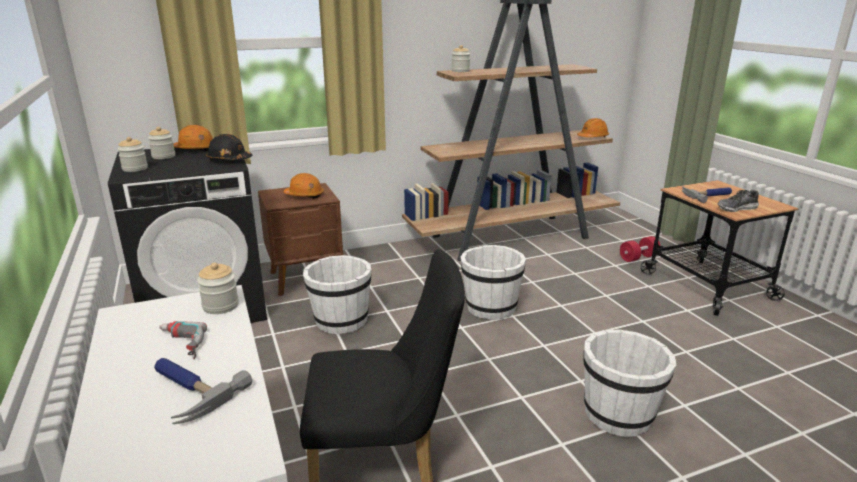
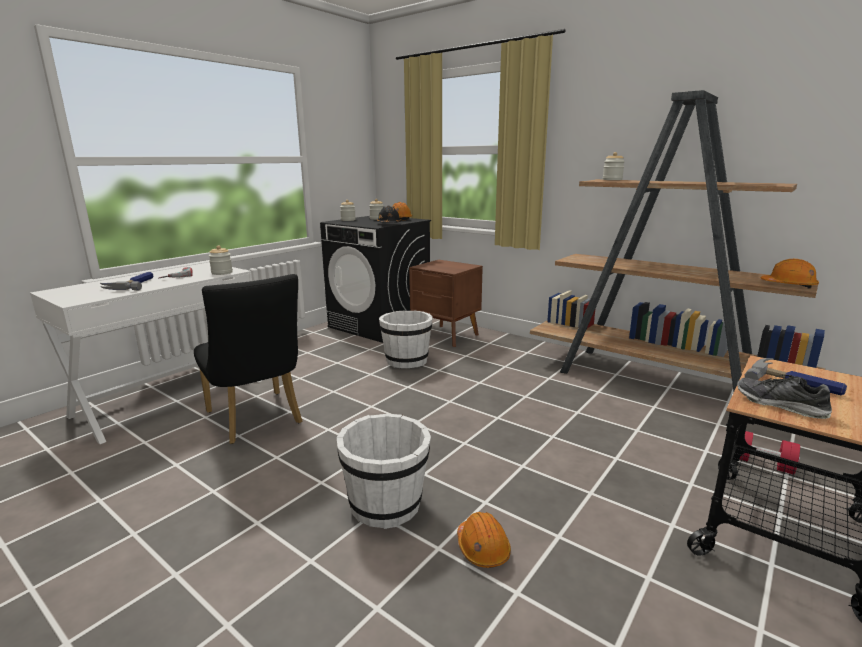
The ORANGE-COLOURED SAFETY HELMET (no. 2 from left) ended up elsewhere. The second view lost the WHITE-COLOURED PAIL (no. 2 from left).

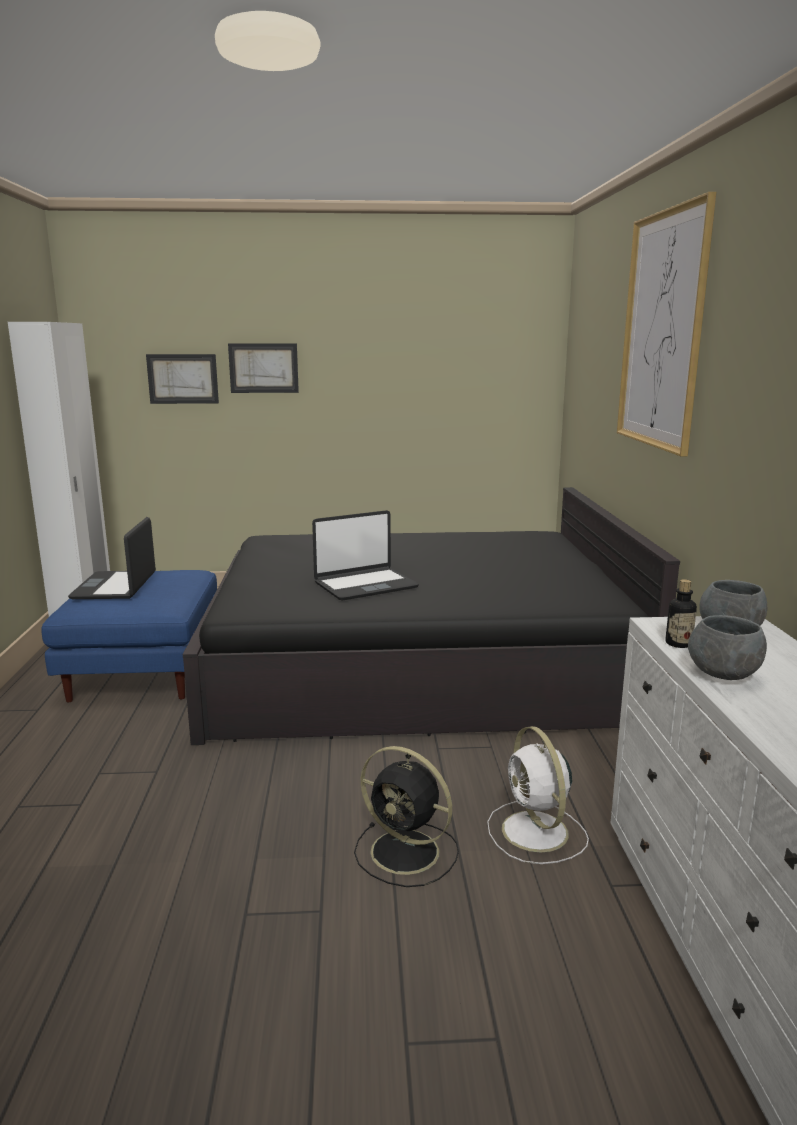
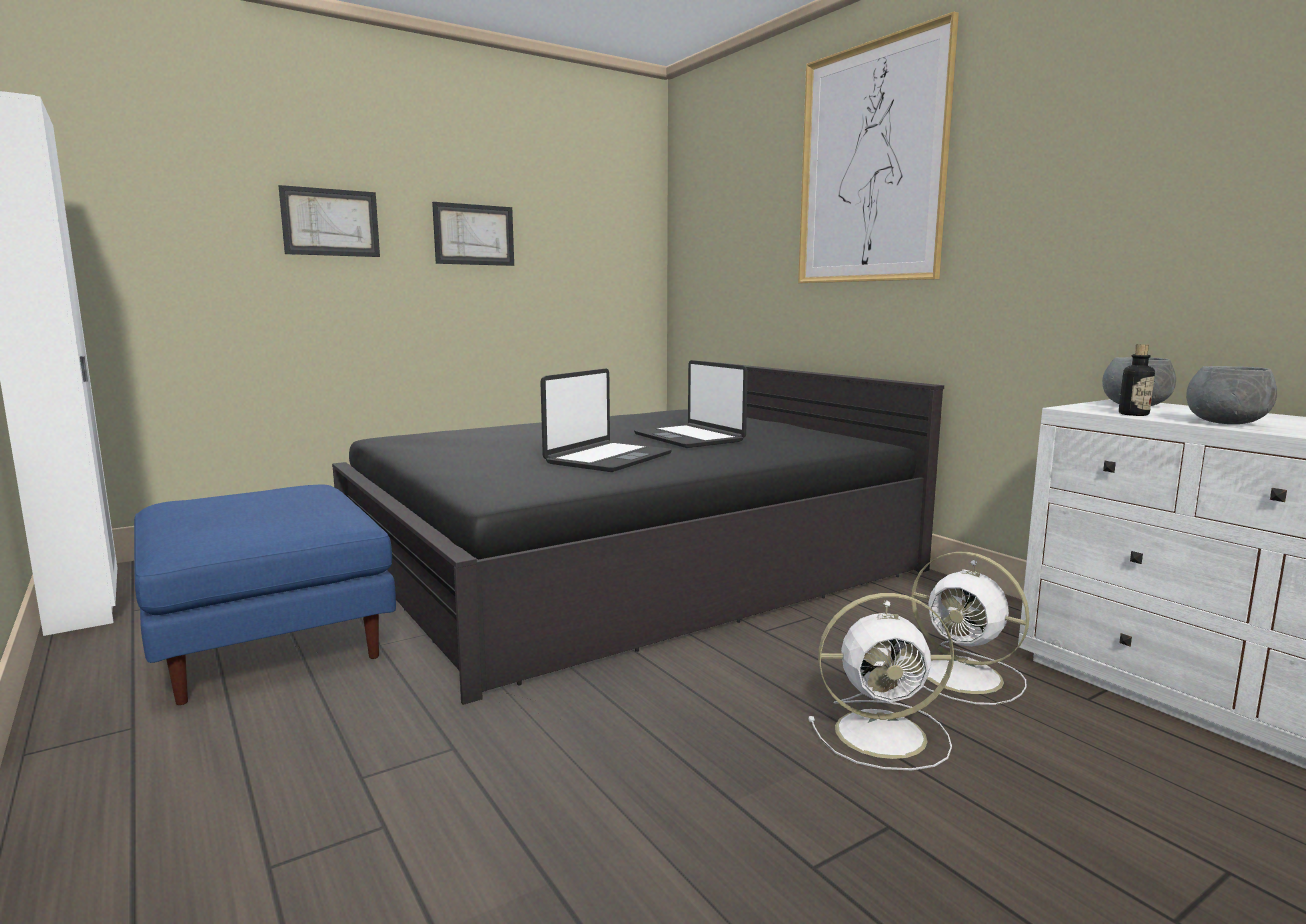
The WALL PICTURE (no. 1 from left in the first image) ended up elsewhere. The LAPTOP (no. 1 from left in the first image) ended up elsewhere. What was the BLACKISH COOLING FAN turned into the WHITE-COLOURED COOLING FAN (no. 1 from left).

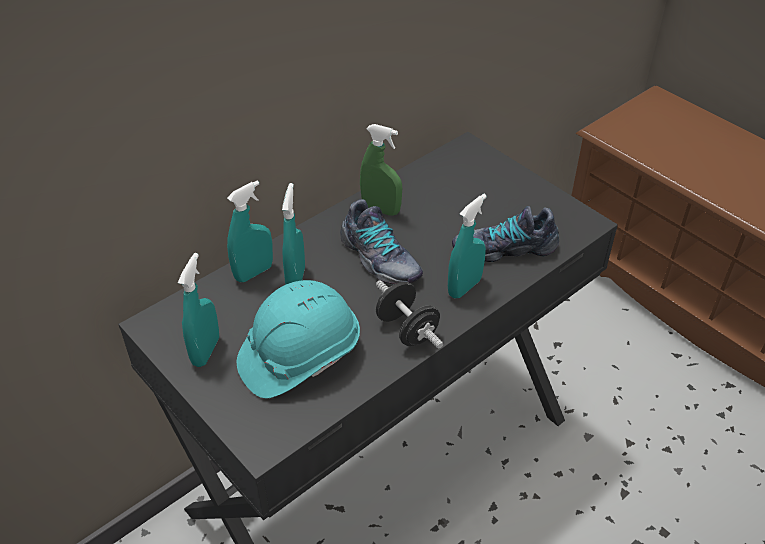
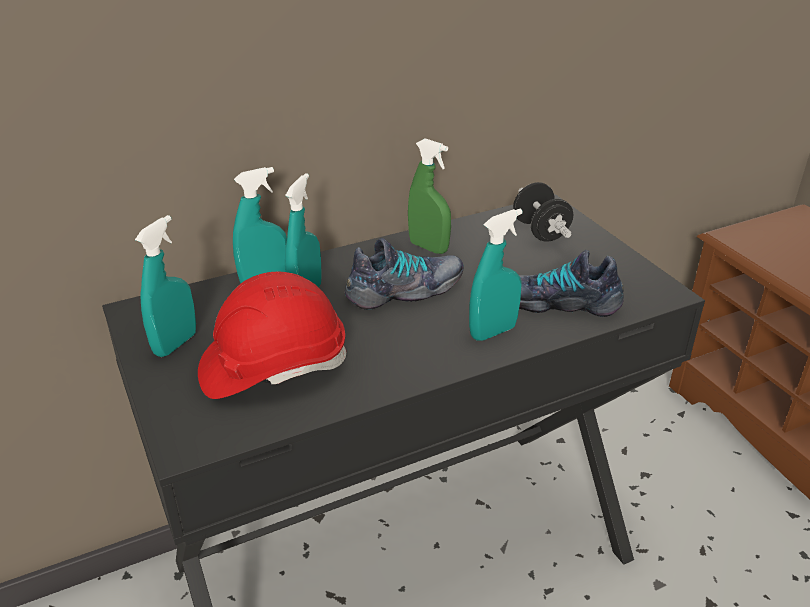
The LOW SHOE (no. 1 from left) ended up facing another way, 90 degrees counterclockwise from before. What was the BLUE-GREEN SAFETY HELMET turned into the RED-COLOURED SAFETY HELMET. The BLACKISH HAND WEIGHT ended up elsewhere.

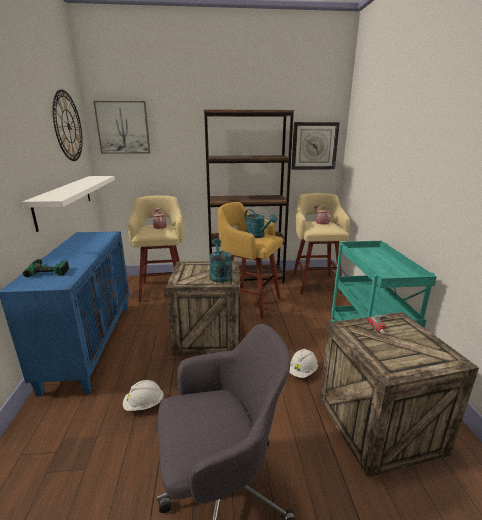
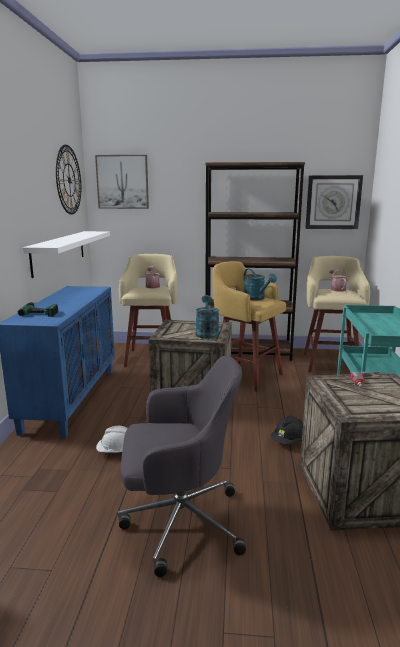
What was the WHITE-COLOURED SAFETY HELMET (no. 2 from left) turned into the BLACKISH SAFETY HELMET.

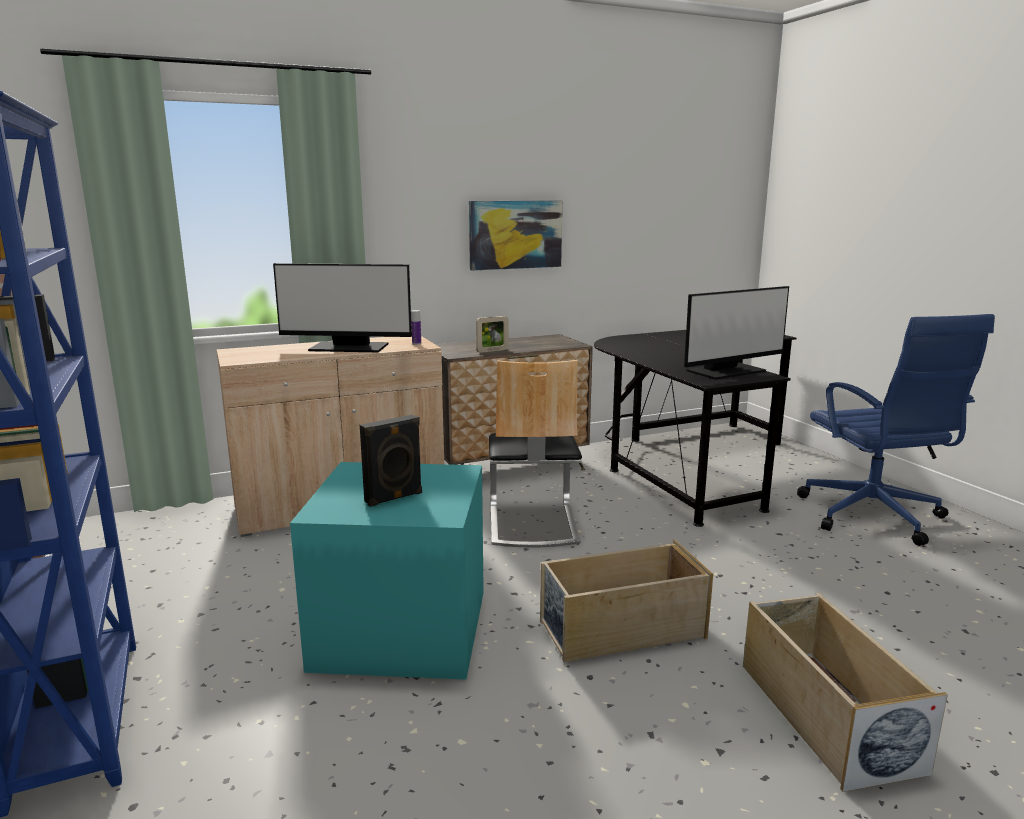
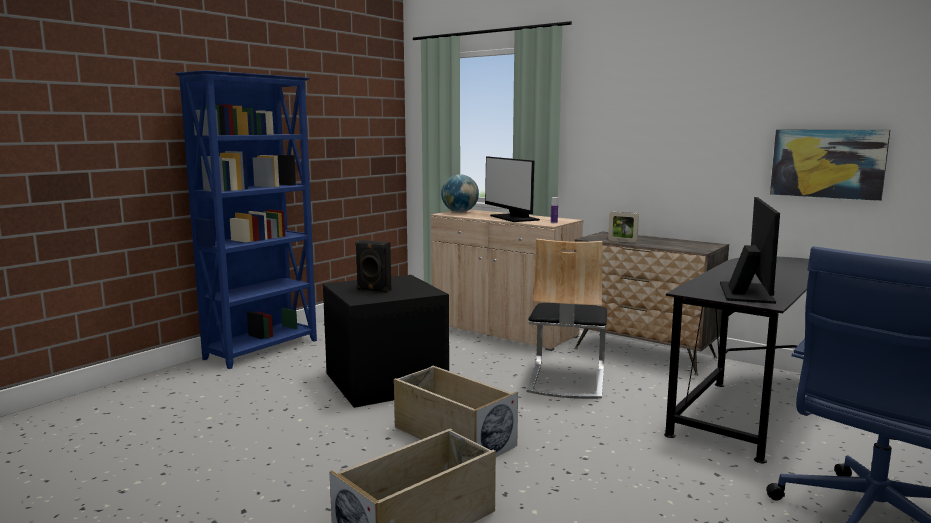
The WALL PICTURE ended up elsewhere. The COMPUTER DISPLAY (no. 2 from left) ended up facing another way, 105 degrees counterclockwise from before. The UPRIGHT CHAIR ended up facing another way, 45 degrees counterclockwise from before. What was the BLUE-GREEN STORAGE CONTAINER turned into the BLACKISH STORAGE CONTAINER. The second view gained the DESK GLOBE.

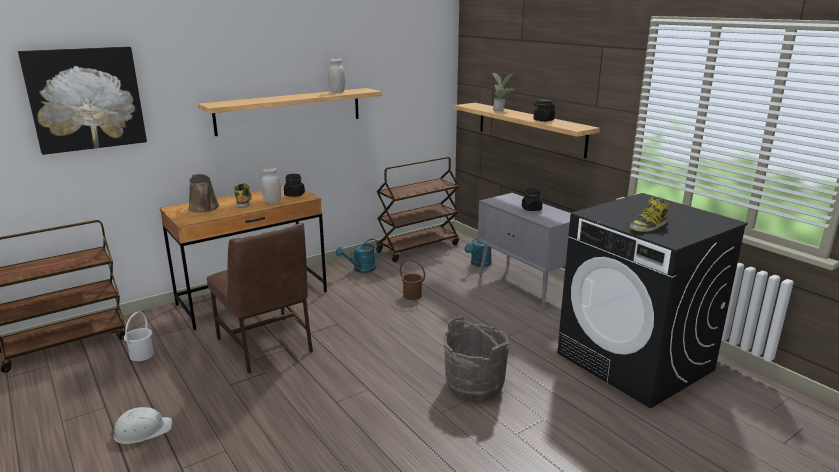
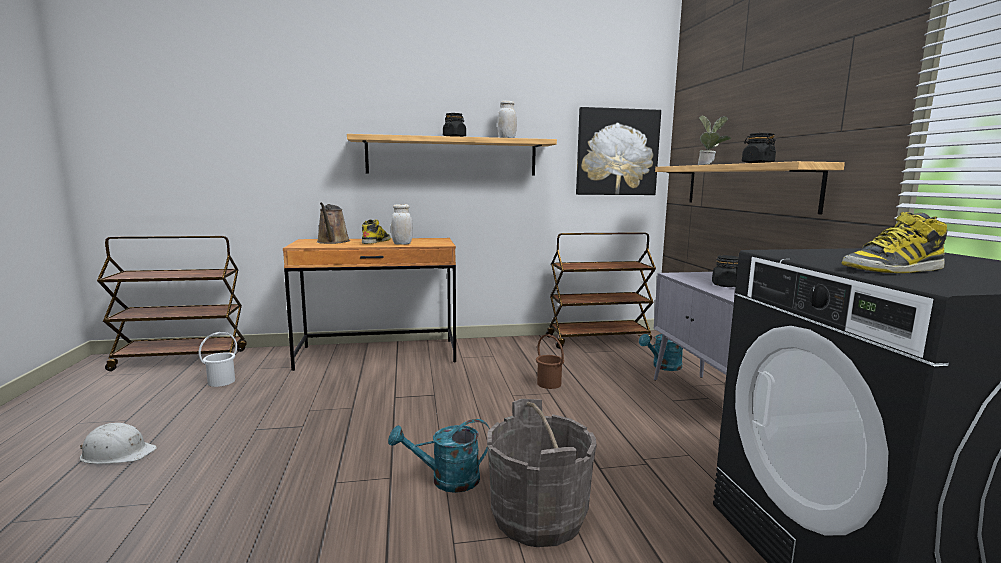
The WALL PICTURE ended up elsewhere. The BLACKISH PRESERVE JAR (no. 1 from left) ended up elsewhere. The second view lost the BROWN-COLOURED UPRIGHT CHAIR. The BLUE-GREEN SPRINKLING CAN (no. 1 from left) ended up elsewhere.

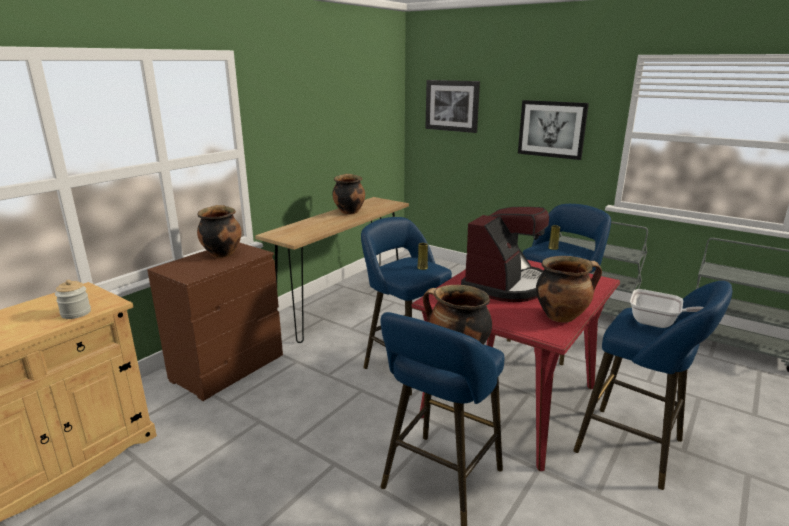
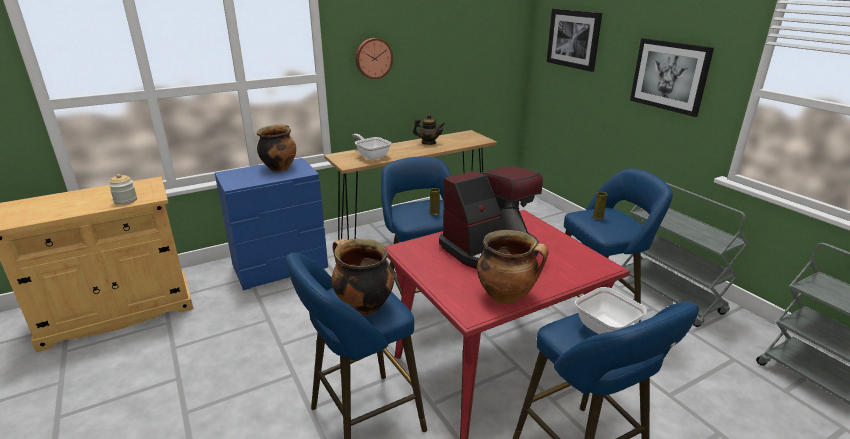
Where the COOKING POT (no. 2 from left) stood, the TEA POT came to stand. What was the BROWN-COLOURED DRESSER turned into the BLUE-COLOURED DRESSER. The second view gained the WALL CLOCK. The second view gained the FRYING PAN (no. 1 from left).

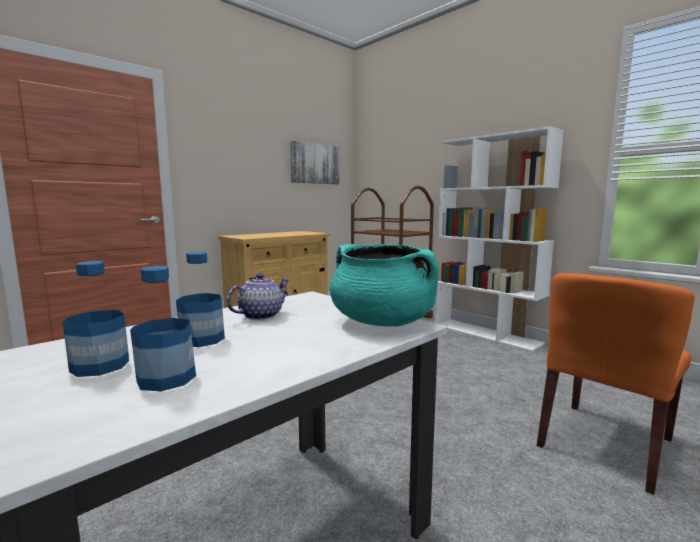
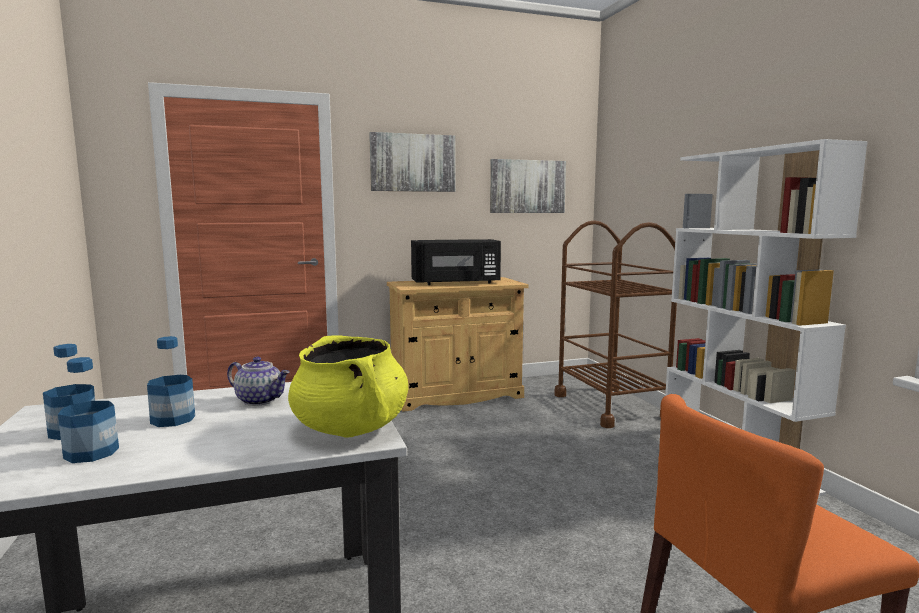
What was the BLUE-GREEN COOKING POT turned into the YELLOW COOKING POT. The TEA POT ended up facing another way, 45 degrees clockwise from before. The second view gained the WALL PICTURE (no. 1 from left). The second view gained the BLACKISH MICROWAVE.

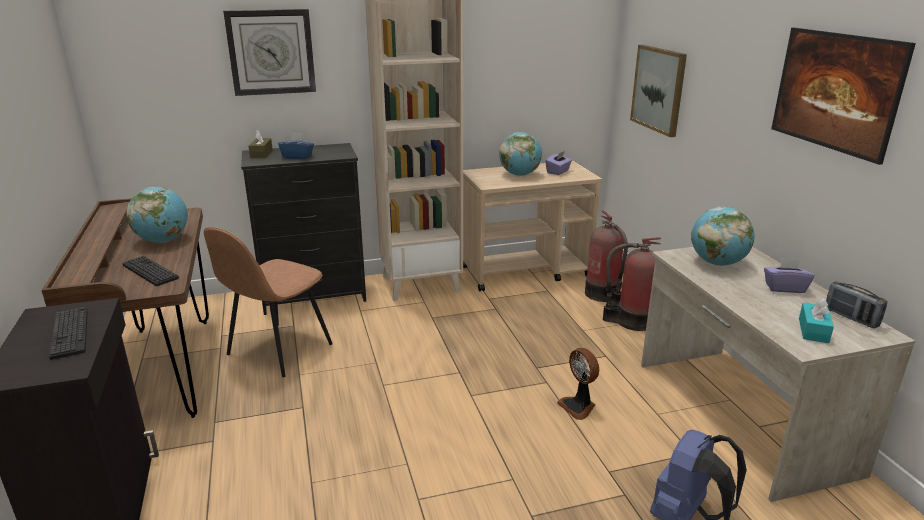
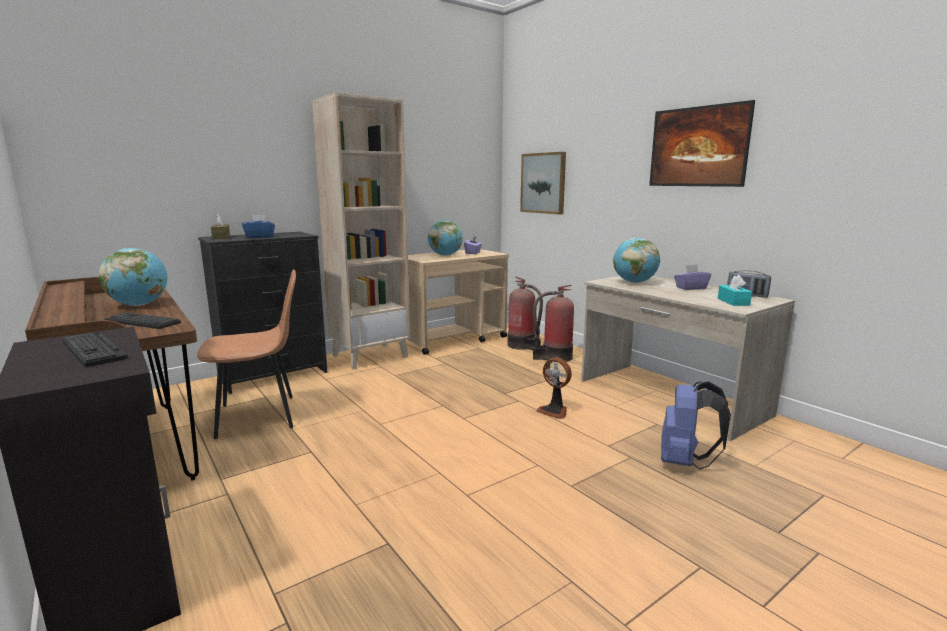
The second view lost the WALL CLOCK. The BROWN-COLOURED UPRIGHT CHAIR ended up facing another way, 120 degrees counterclockwise from before.

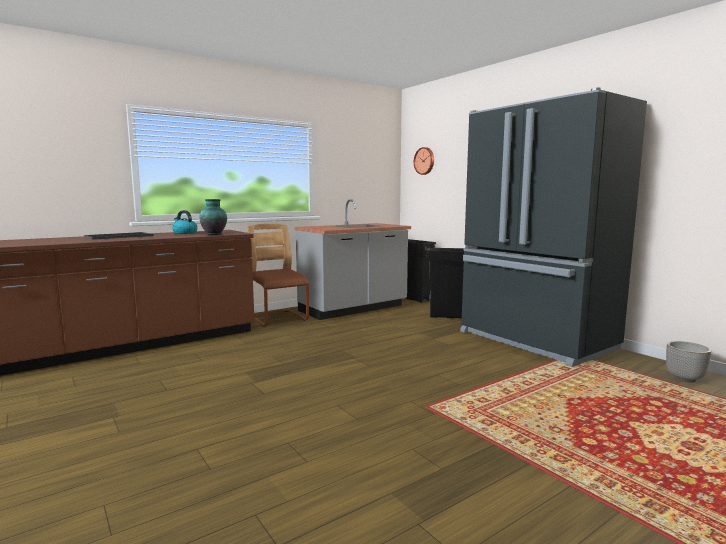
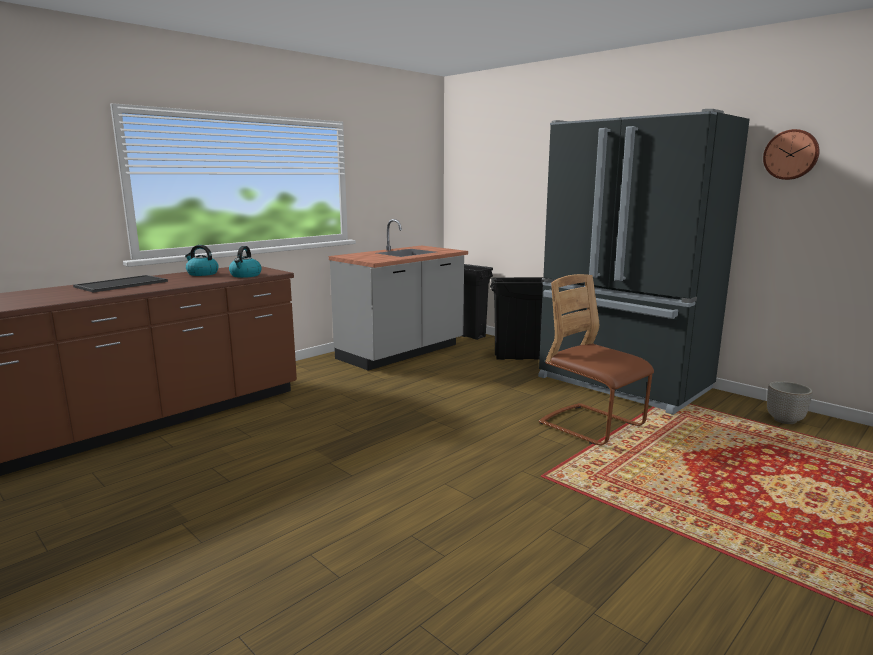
The WALL CLOCK ended up elsewhere. Where the DECORATIVE VASE stood, the KETTLE (no. 2 from left) came to stand. The BROWN-COLOURED UPRIGHT CHAIR ended up elsewhere.

